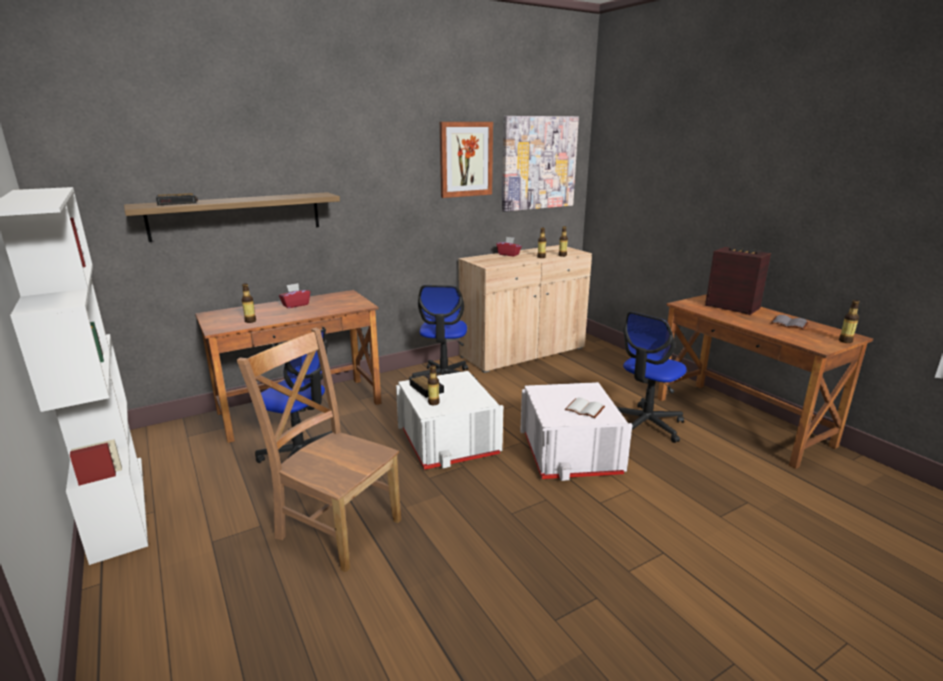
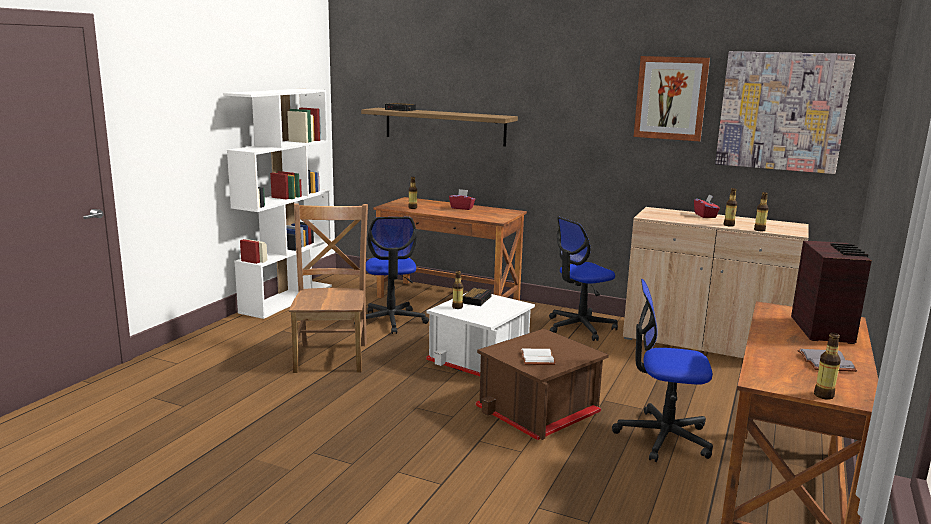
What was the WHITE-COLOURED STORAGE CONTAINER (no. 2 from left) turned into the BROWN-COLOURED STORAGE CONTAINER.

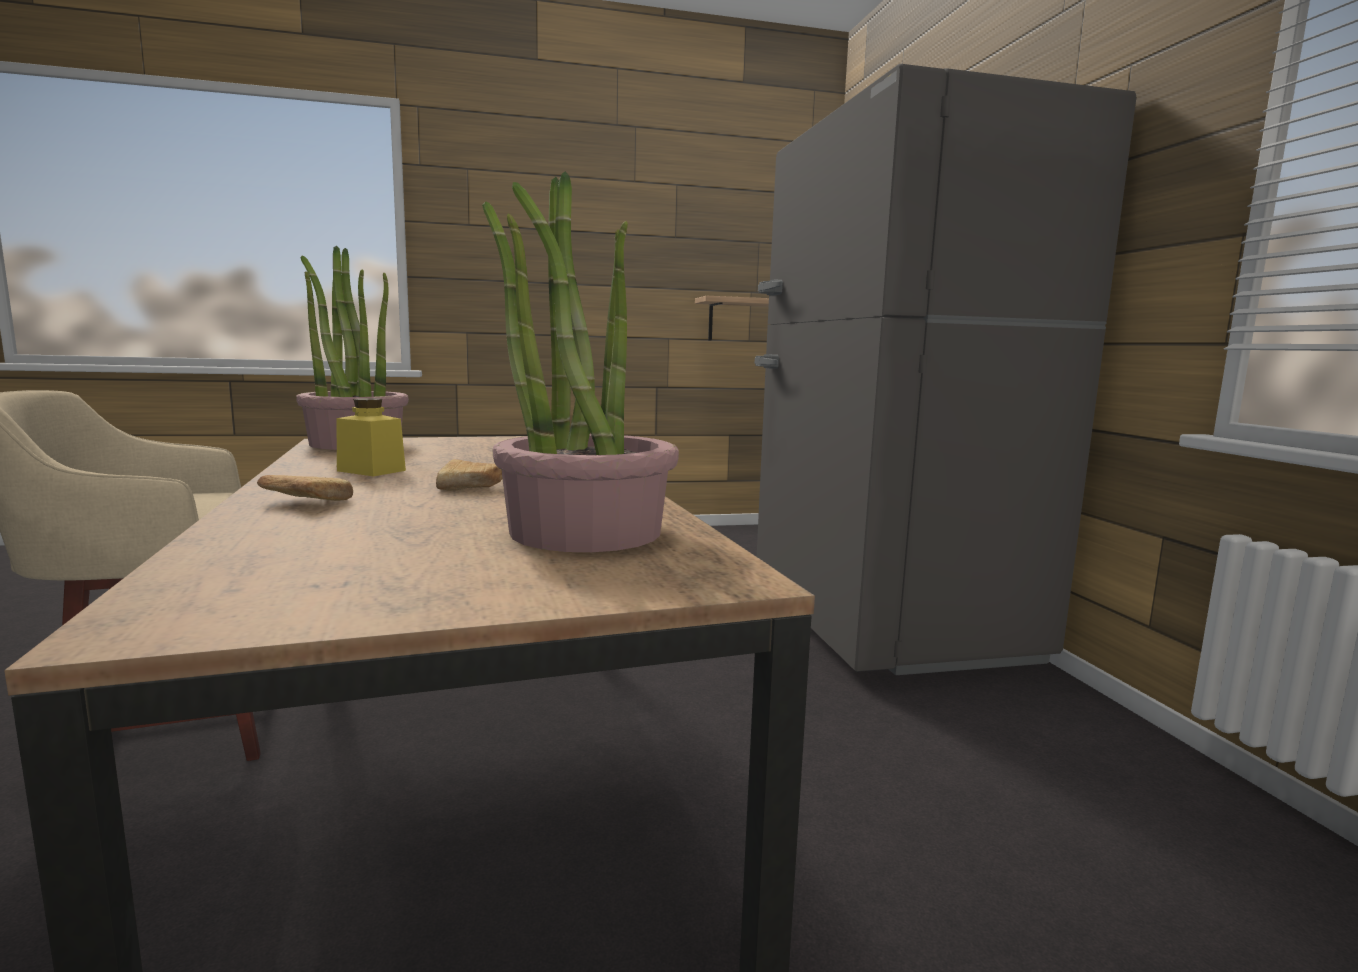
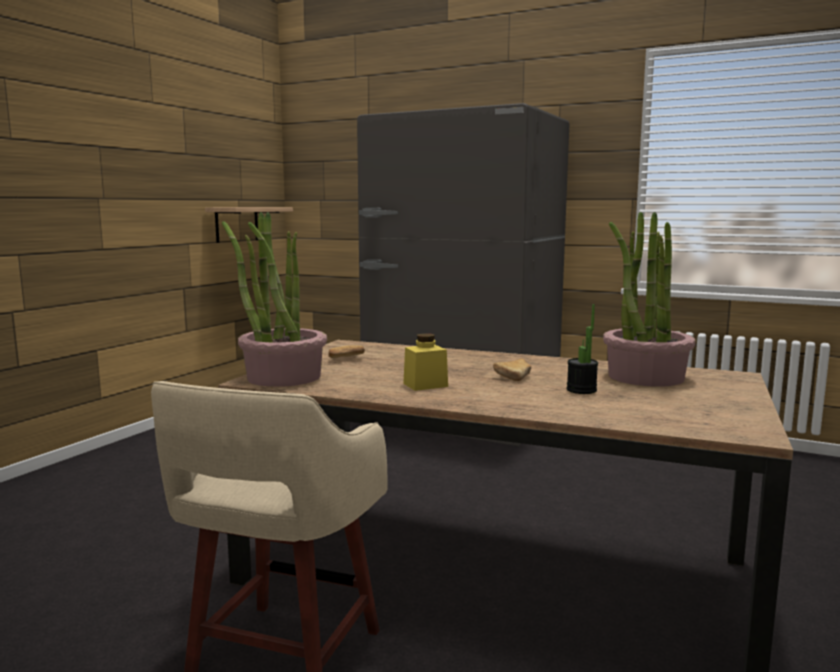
The BREAD (no. 1 from left) ended up elsewhere. The second view gained the HOUSEPLANT (no. 2 from left).

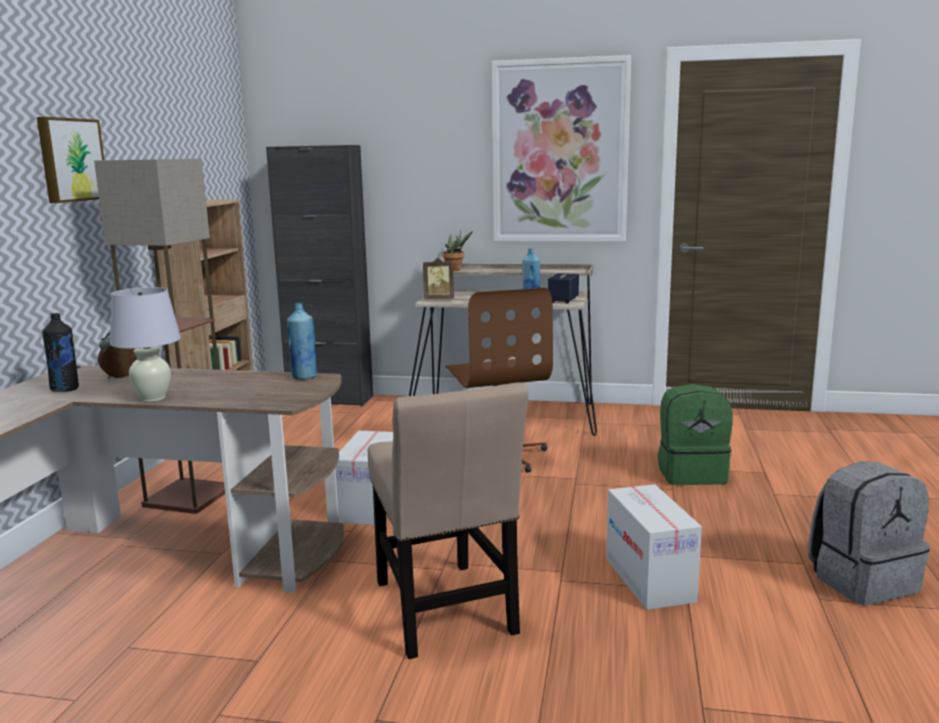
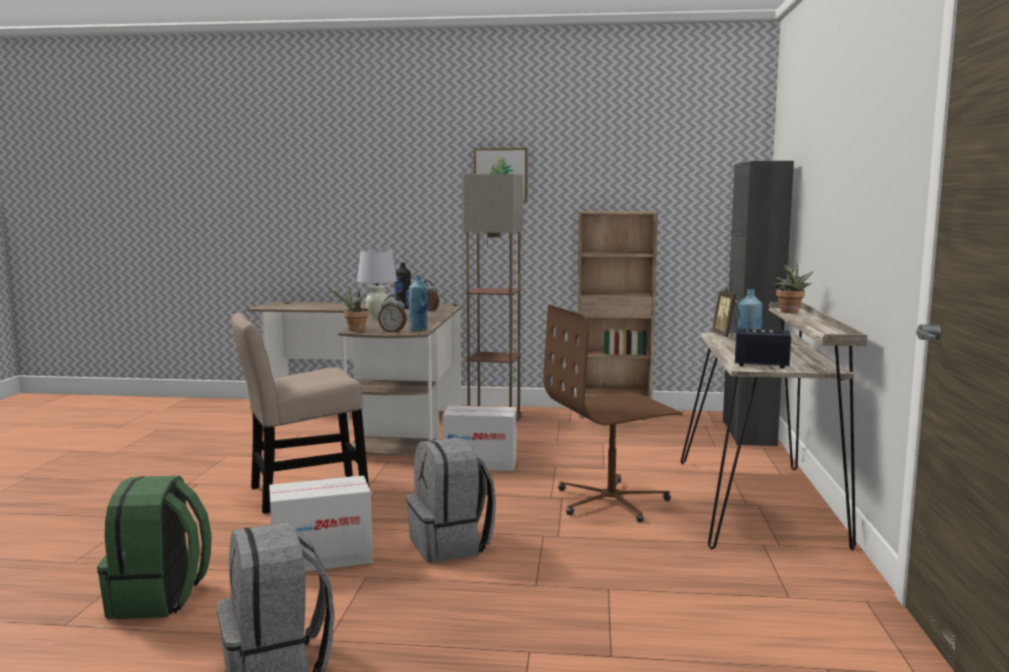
The second view lost the WALL PICTURE (no. 2 from left). The GREEN BACKPACK ended up elsewhere. The second view gained the HOUSEPLANT (no. 1 from left). The second view gained the TABLE CLOCK (no. 1 from left). The second view gained the GRAY BACKPACK (no. 2 from left).

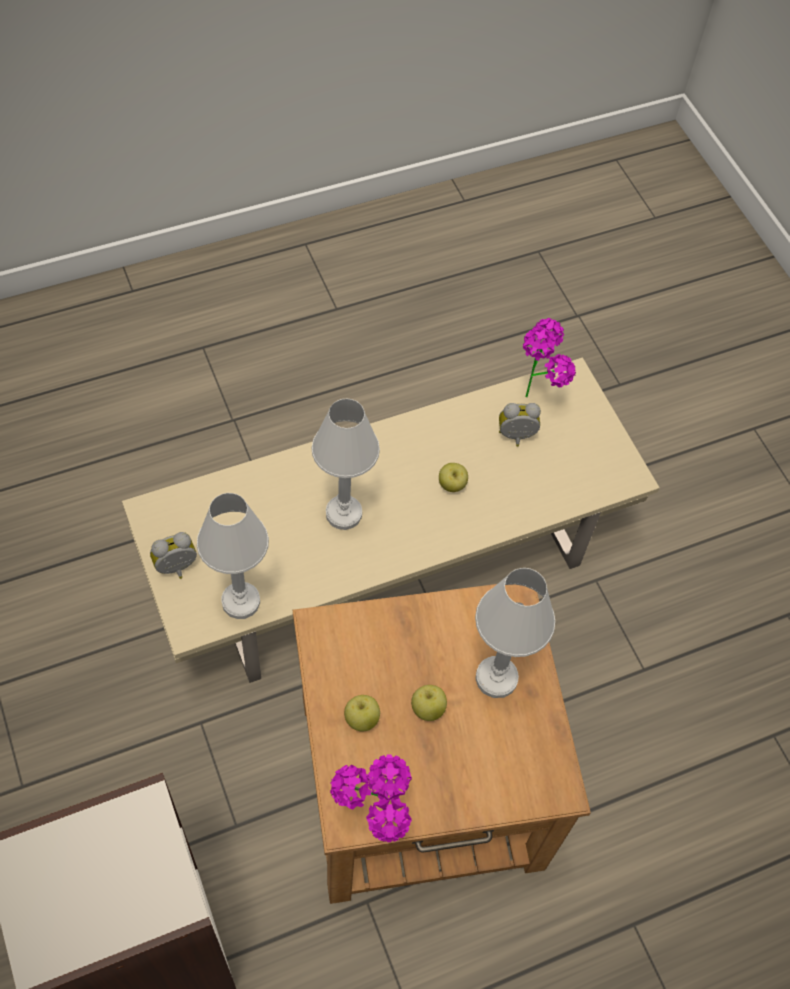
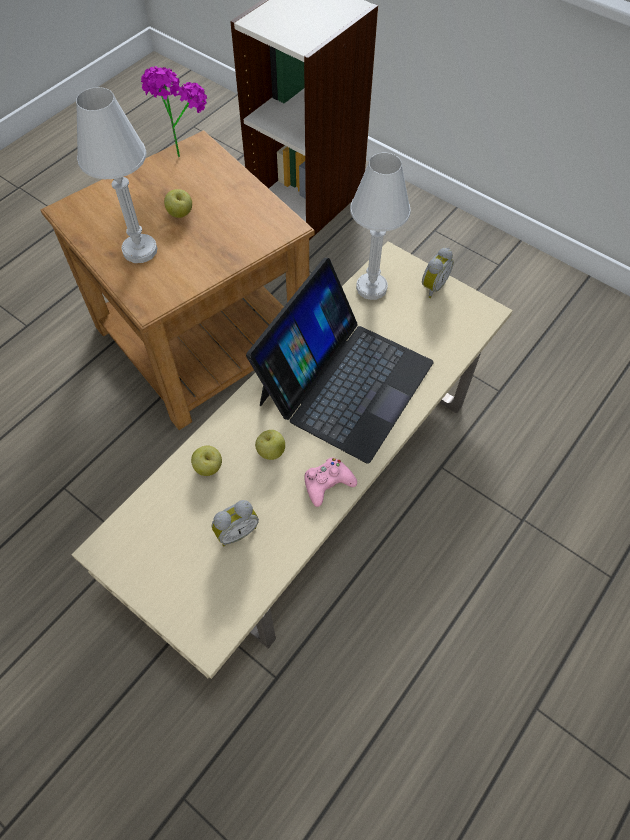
The second view lost the HOUSEPLANT (no. 2 from left). Where the WHITE-COLOURED LAMP FOR A TABLE (no. 2 from left) stood, the LAPTOP came to stand. The APPLE FRUIT (no. 1 from left in the first image) ended up elsewhere. The second view gained the PINK-COLOURED JOYPAD.

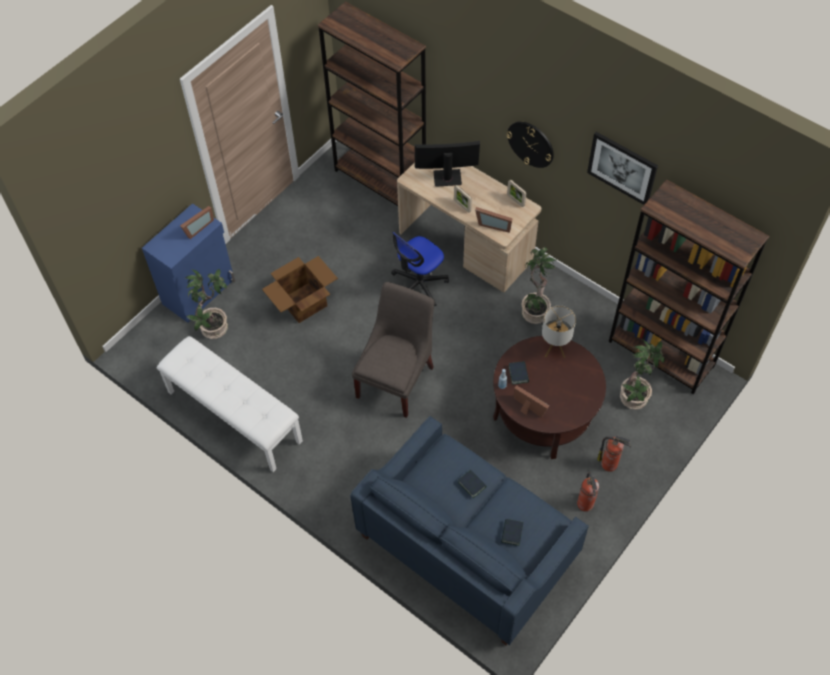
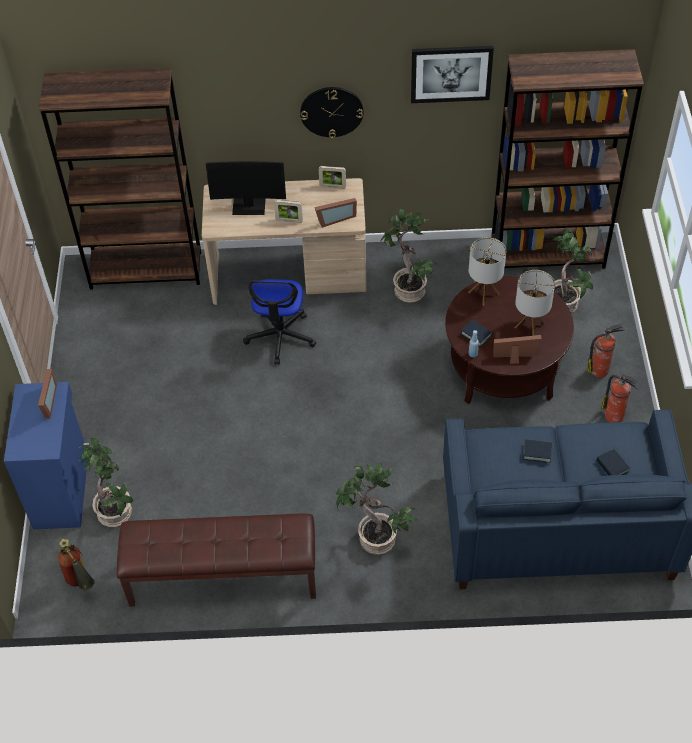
The COMPUTER DISPLAY ended up facing another way, 135 degrees counterclockwise from before. The second view lost the PACKING BOX. The second view lost the GRAY UPRIGHT CHAIR. What was the WHITE-COLOURED LONG SEAT turned into the BROWN-COLOURED LONG SEAT. The second view gained the LAMP FOR A TABLE (no. 2 from left). The second view gained the HOUSEPLANT (no. 2 from left). The second view gained the FIRE-FIGHTING CYLINDER (no. 1 from left).

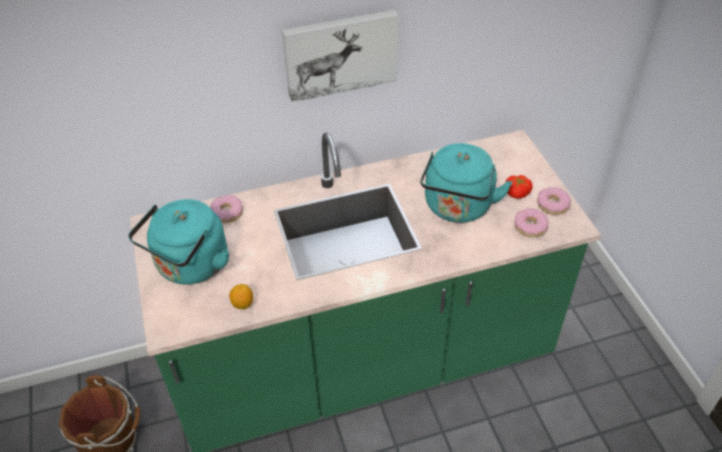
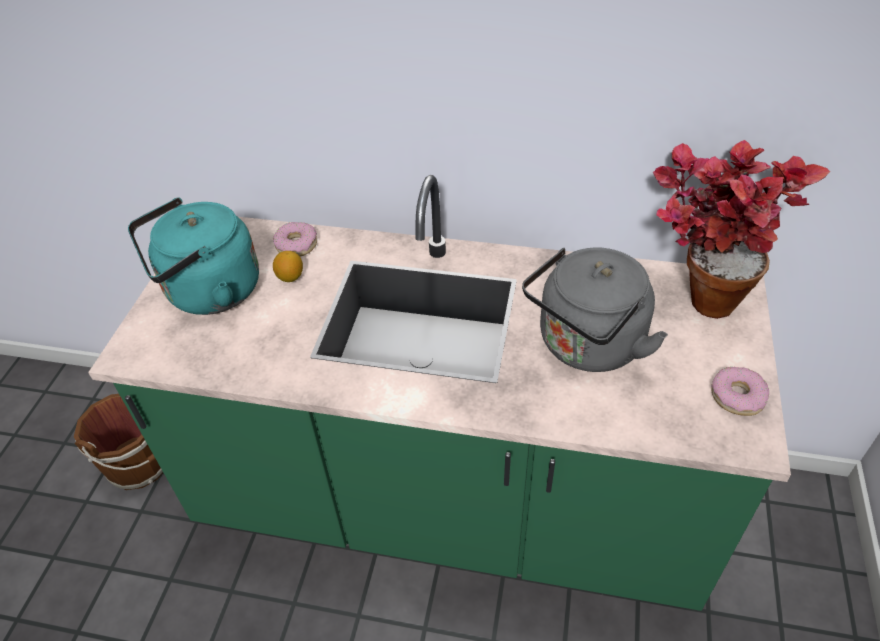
The second view lost the WALL PICTURE. What was the BLUE-GREEN KETTLE (no. 2 from left) turned into the GRAY KETTLE. The second view lost the FRESH TOMATO. The second view lost the RING DOUGHNUT (no. 2 from left). The WHOLE LEMON ended up elsewhere. The second view gained the HOUSEPLANT.

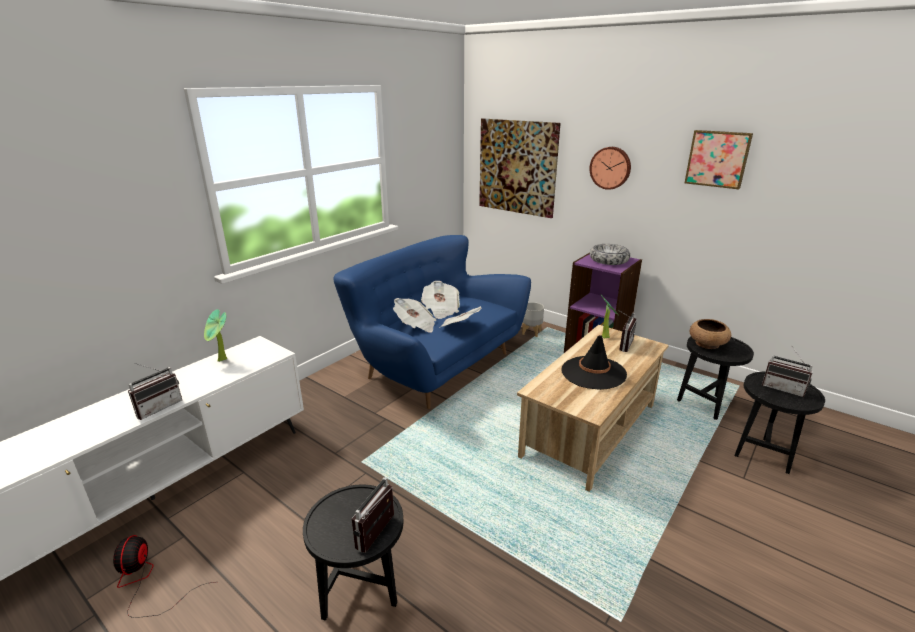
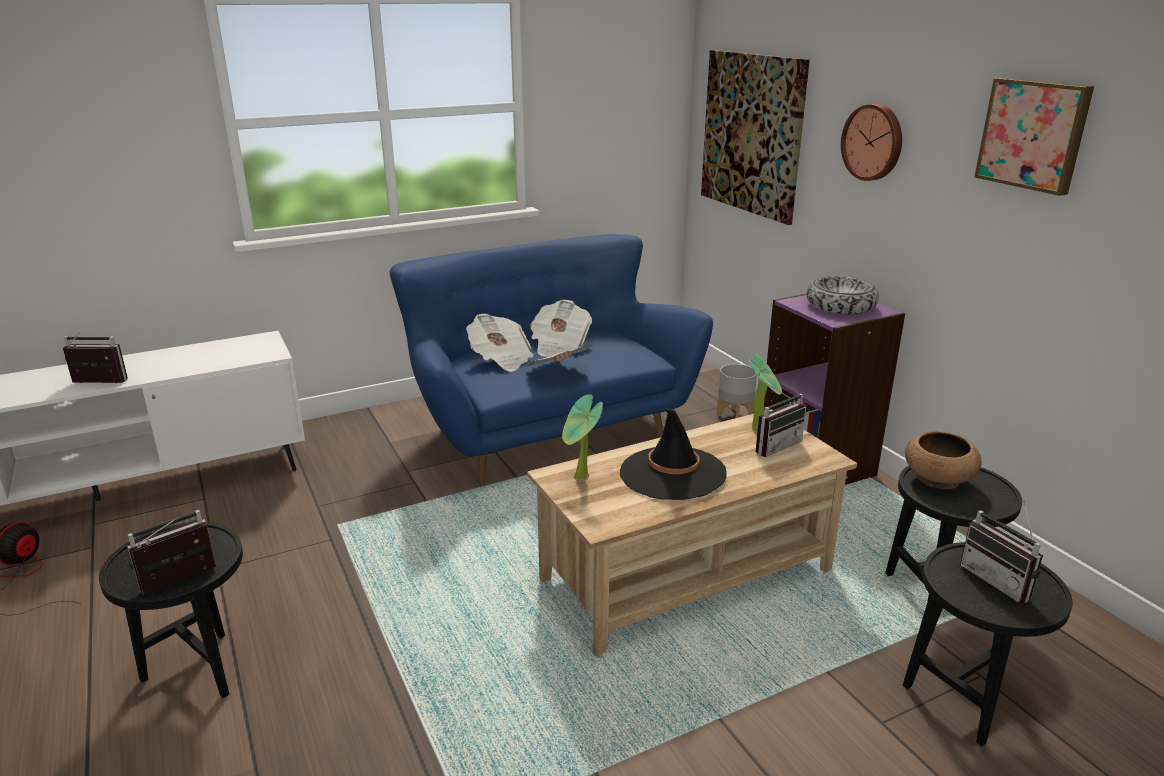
The HOUSEPLANT (no. 1 from left) ended up elsewhere. The RADIO RECEIVER (no. 1 from left) ended up facing another way, 150 degrees counterclockwise from before.

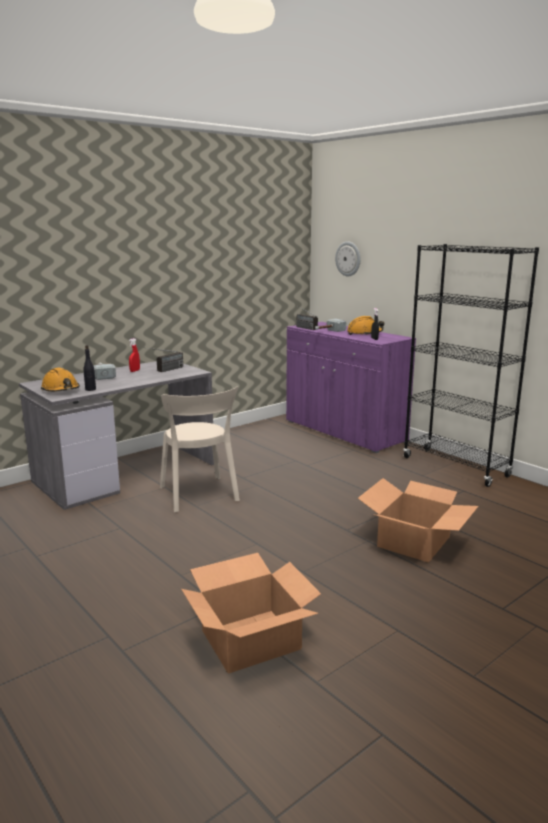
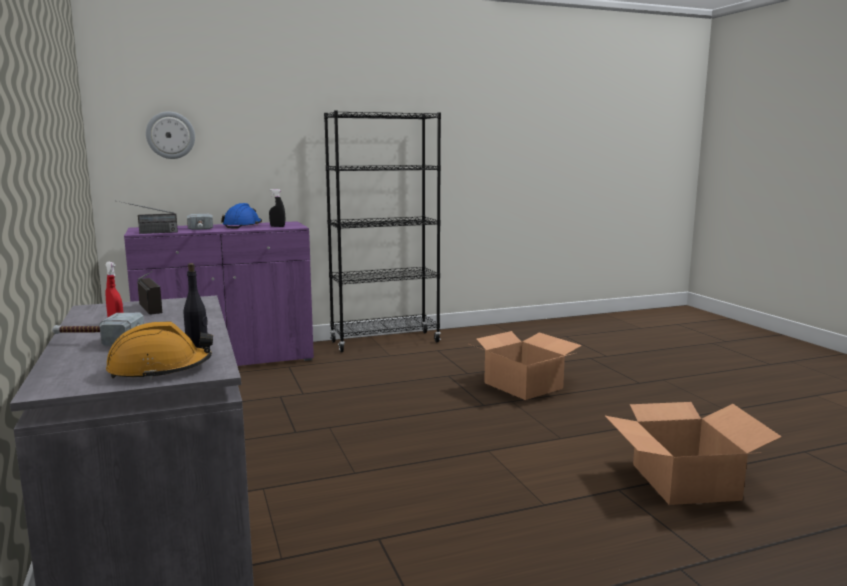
What was the ORANGE-COLOURED SAFETY HELMET (no. 2 from left) turned into the BLUE-COLOURED SAFETY HELMET. The second view lost the BEIGE UPRIGHT CHAIR.

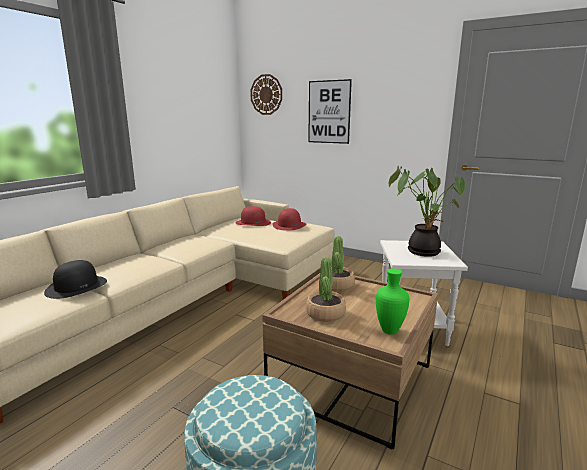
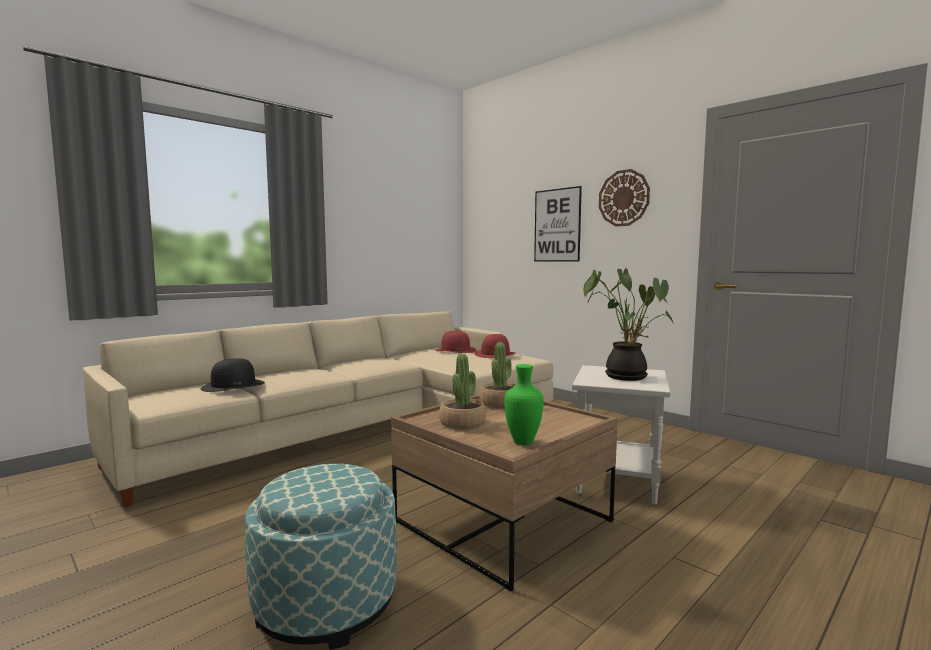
The WALL CLOCK ended up elsewhere.

